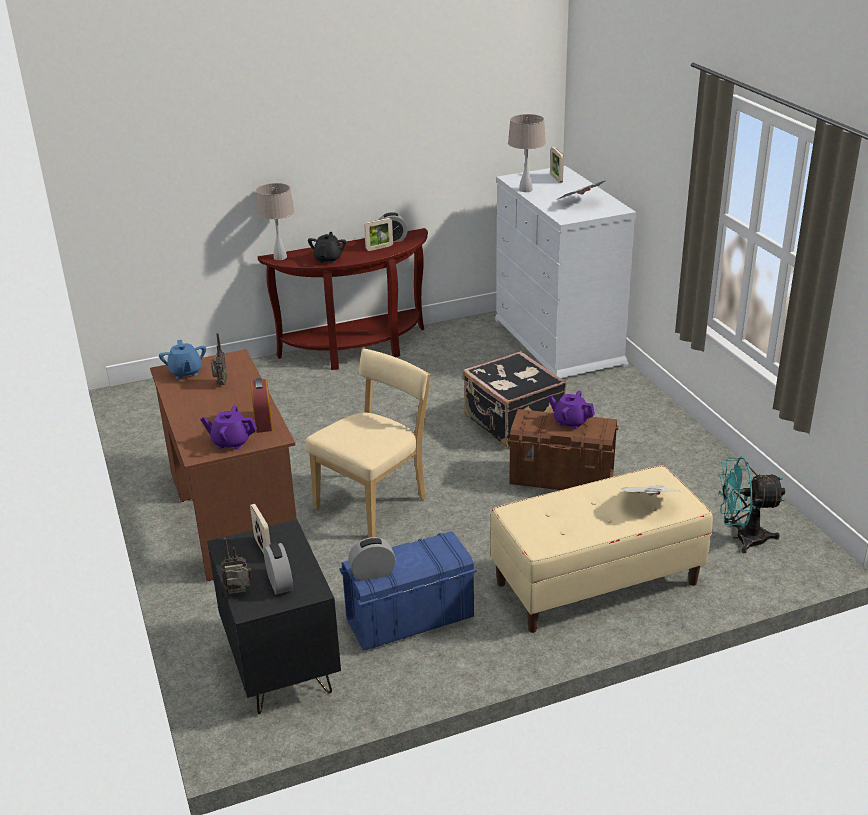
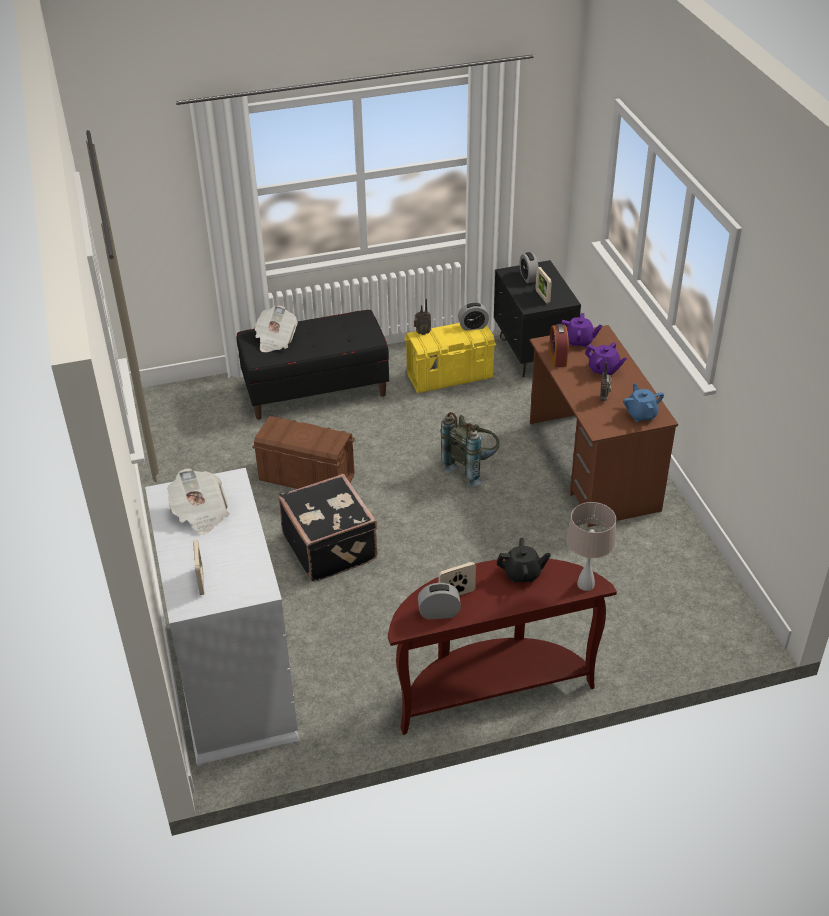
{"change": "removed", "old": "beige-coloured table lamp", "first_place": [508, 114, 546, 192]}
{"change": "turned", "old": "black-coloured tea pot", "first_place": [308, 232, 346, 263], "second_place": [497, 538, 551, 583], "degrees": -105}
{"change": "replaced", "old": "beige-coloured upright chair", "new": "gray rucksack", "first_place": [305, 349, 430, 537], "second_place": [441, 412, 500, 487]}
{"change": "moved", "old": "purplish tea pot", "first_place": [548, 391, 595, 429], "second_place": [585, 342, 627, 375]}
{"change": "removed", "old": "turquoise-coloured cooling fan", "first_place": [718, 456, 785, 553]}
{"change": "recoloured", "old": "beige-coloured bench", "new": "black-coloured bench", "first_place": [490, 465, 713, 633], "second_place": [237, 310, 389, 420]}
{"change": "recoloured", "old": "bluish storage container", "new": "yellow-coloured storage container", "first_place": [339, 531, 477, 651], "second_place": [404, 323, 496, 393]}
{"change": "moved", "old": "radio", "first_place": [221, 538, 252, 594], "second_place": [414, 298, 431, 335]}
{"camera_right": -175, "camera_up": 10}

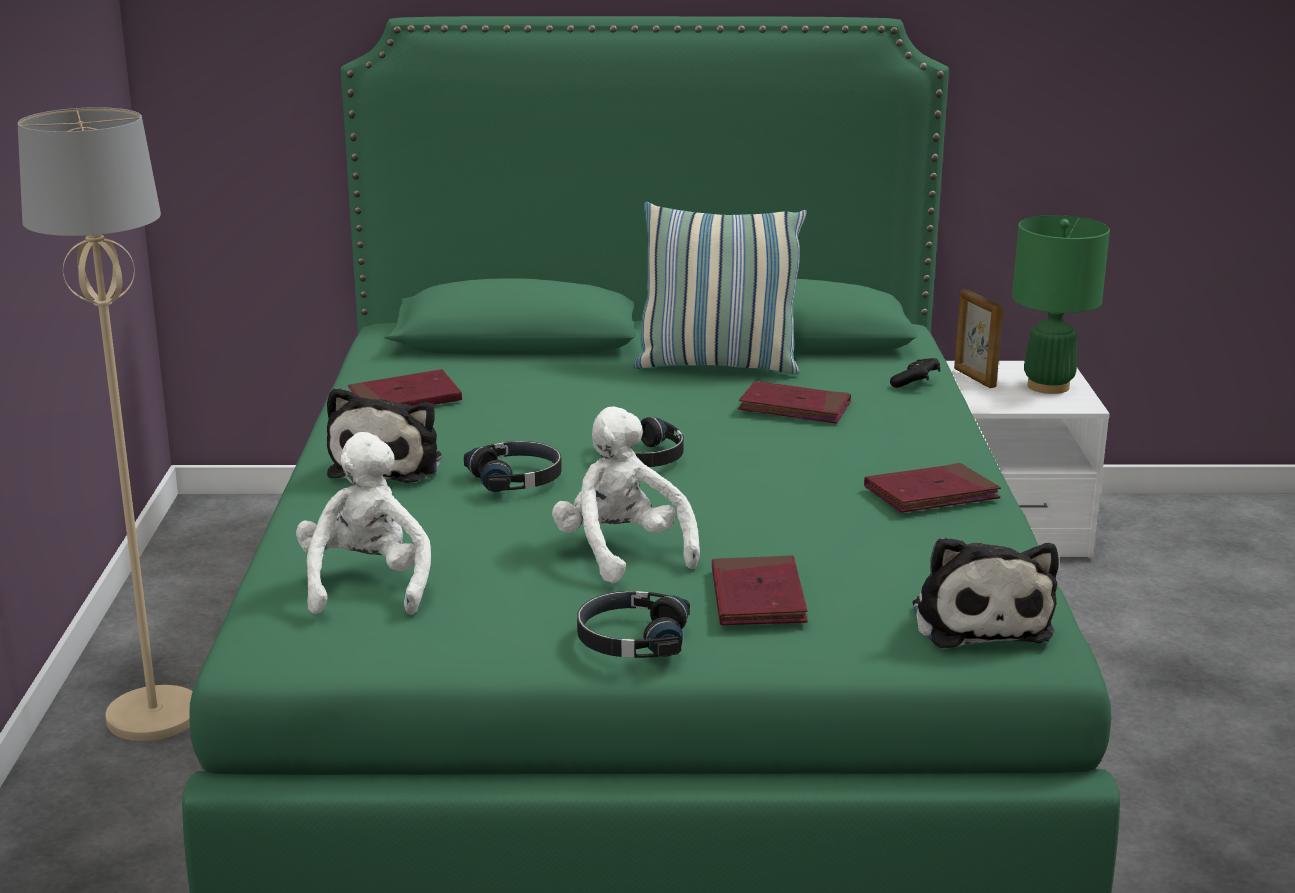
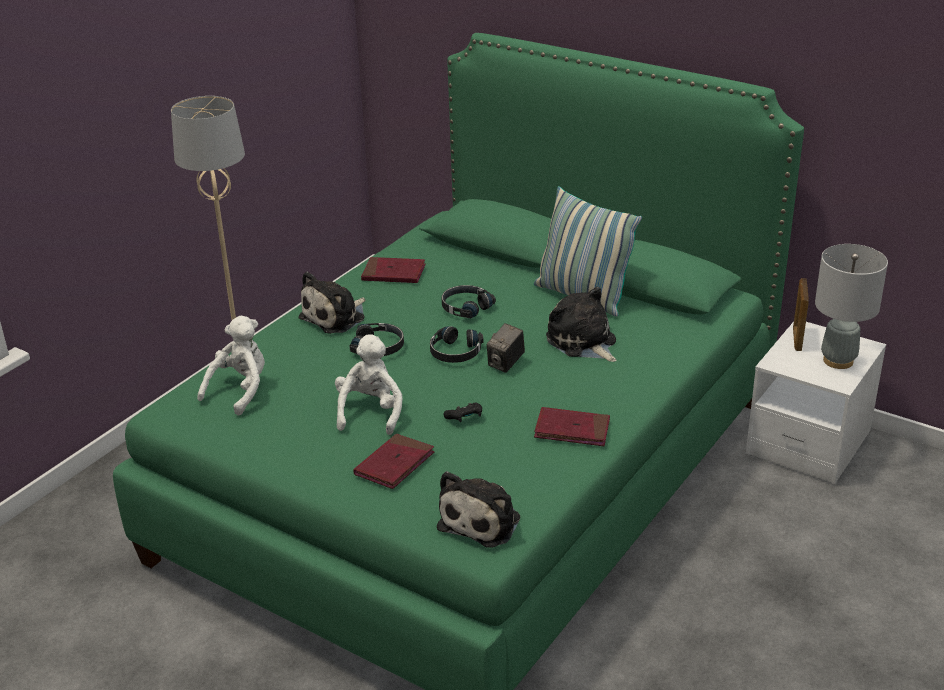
{"change": "recoloured", "old": "greenish table lamp", "new": "gray table lamp", "first_place": [1012, 215, 1110, 394], "second_place": [815, 244, 888, 369]}
{"change": "moved", "old": "black-coloured joypad", "first_place": [890, 358, 940, 388], "second_place": [444, 403, 482, 422]}
{"change": "replaced", "old": "reddish bound book", "new": "cuddly toy", "first_place": [738, 381, 851, 424], "second_place": [546, 287, 616, 362]}
{"change": "moved", "old": "black-coloured headphones", "first_place": [577, 591, 690, 658], "second_place": [442, 285, 496, 318]}
{"change": "added", "new": "photo camera", "second_place": [487, 323, 525, 373]}
{"camera_right": 35, "camera_up": 10}

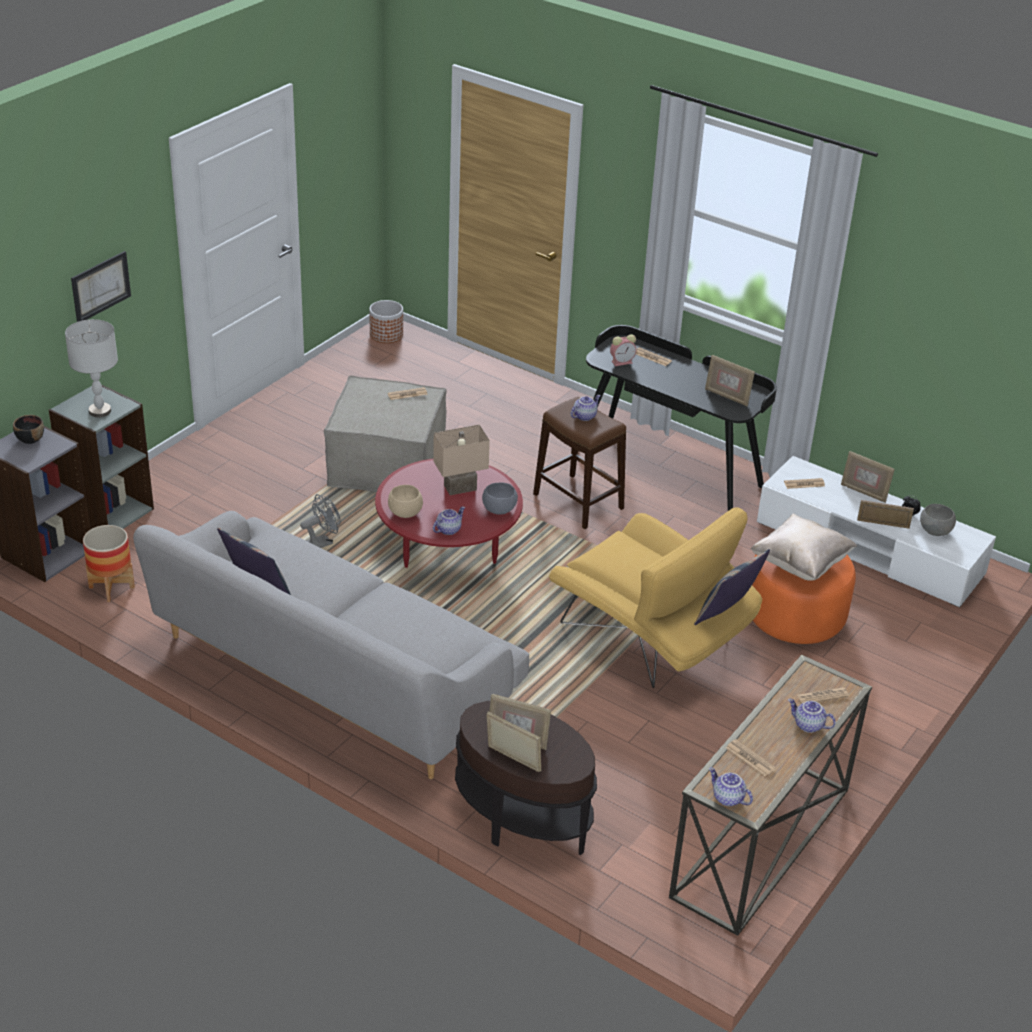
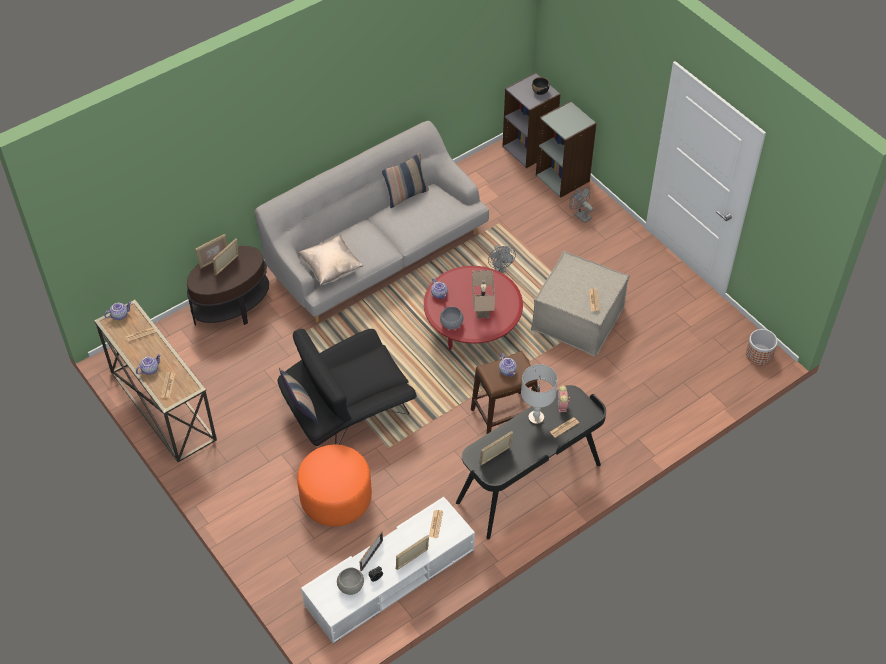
{"change": "removed", "old": "wall picture", "first_place": [71, 251, 131, 322]}
{"change": "moved", "old": "gray table lamp", "first_place": [65, 319, 118, 417], "second_place": [521, 364, 558, 425]}
{"change": "removed", "old": "beige-coloured deep dish", "first_place": [388, 485, 423, 518]}
{"change": "recoloured", "old": "yellow-coloured armchair", "new": "black-coloured armchair", "first_place": [549, 507, 762, 688], "second_place": [277, 329, 417, 446]}
{"change": "moved", "old": "beige-coloured pillow", "first_place": [751, 513, 857, 581], "second_place": [298, 235, 364, 285]}
{"change": "removed", "old": "plant pot", "first_place": [83, 525, 135, 602]}
{"change": "added", "new": "gray cooling fan", "second_place": [570, 188, 593, 223]}
{"camera_right": 110, "camera_up": 15}

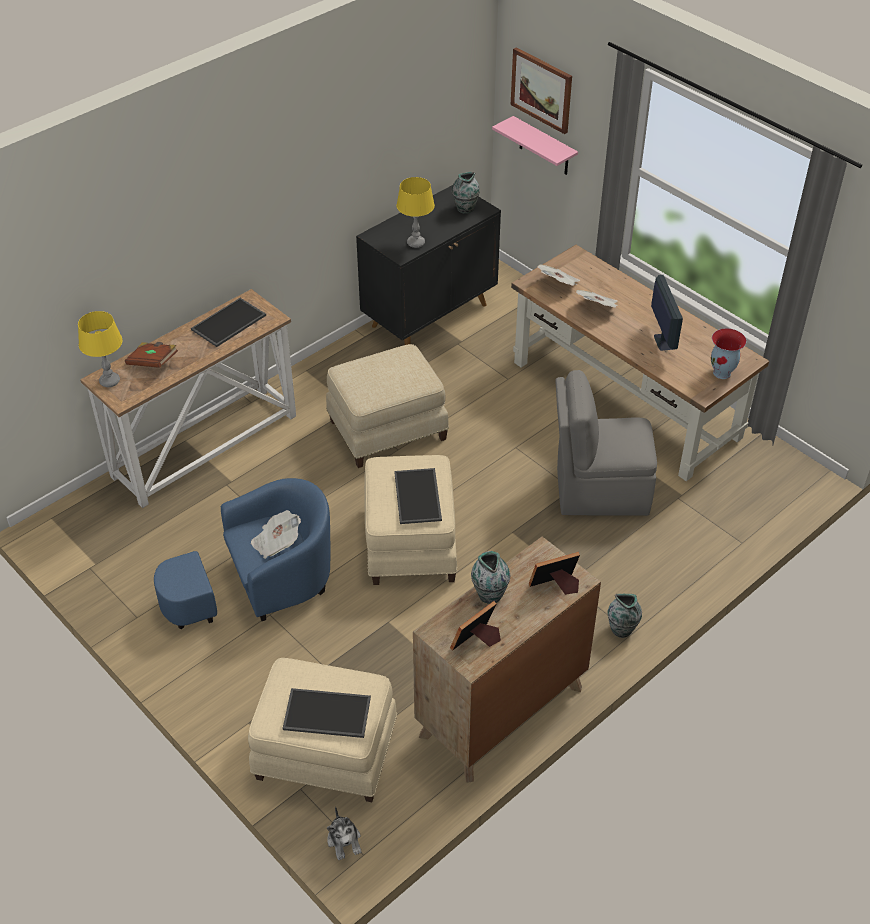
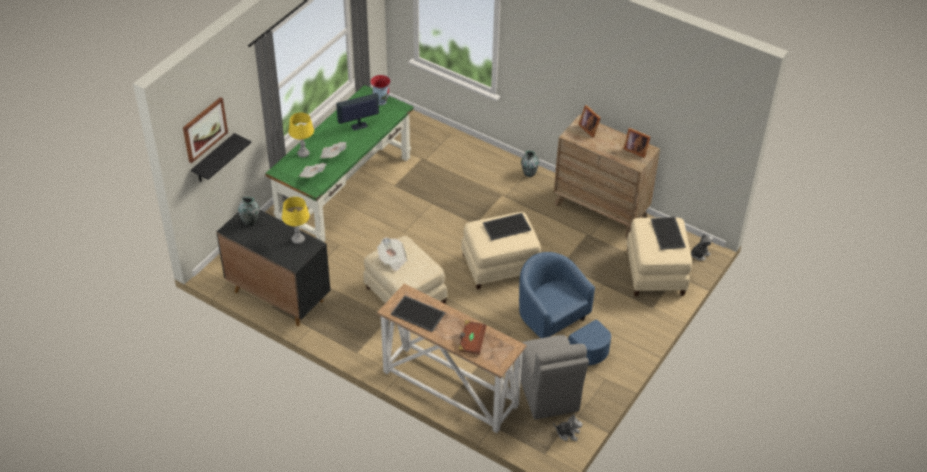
{"change": "recoloured", "old": "pinkish shelf", "new": "black-coloured shelf", "first_place": [492, 116, 578, 175], "second_place": [191, 133, 251, 182]}
{"change": "recoloured", "old": "brown-coloured desk", "new": "greenish desk", "first_place": [511, 245, 769, 481], "second_place": [265, 85, 413, 242]}
{"change": "moved", "old": "yellow-coloured table lamp", "first_place": [78, 311, 122, 387], "second_place": [288, 113, 314, 158]}
{"change": "moved", "old": "gray upright chair", "first_place": [555, 370, 657, 516], "second_place": [521, 335, 589, 419]}
{"change": "moved", "old": "daily paper", "first_place": [251, 510, 301, 559], "second_place": [377, 237, 408, 271]}
{"change": "removed", "old": "flower vase", "first_place": [471, 551, 510, 604]}
{"change": "added", "new": "cuddly toy", "second_place": [553, 414, 583, 441]}
{"camera_right": -105, "camera_up": 0}

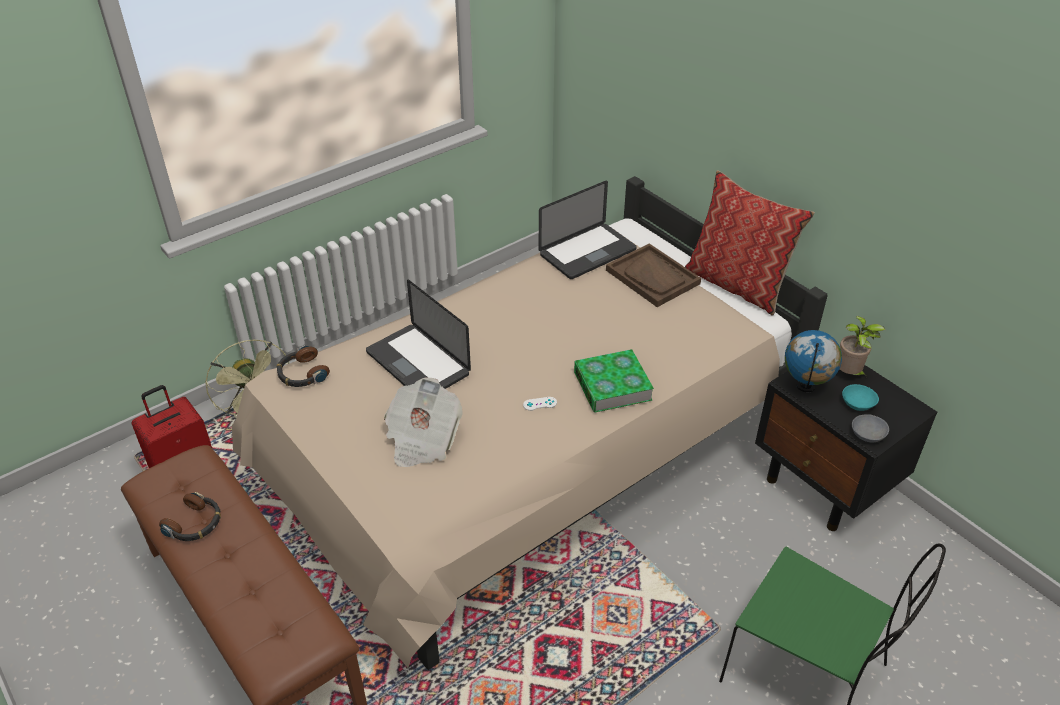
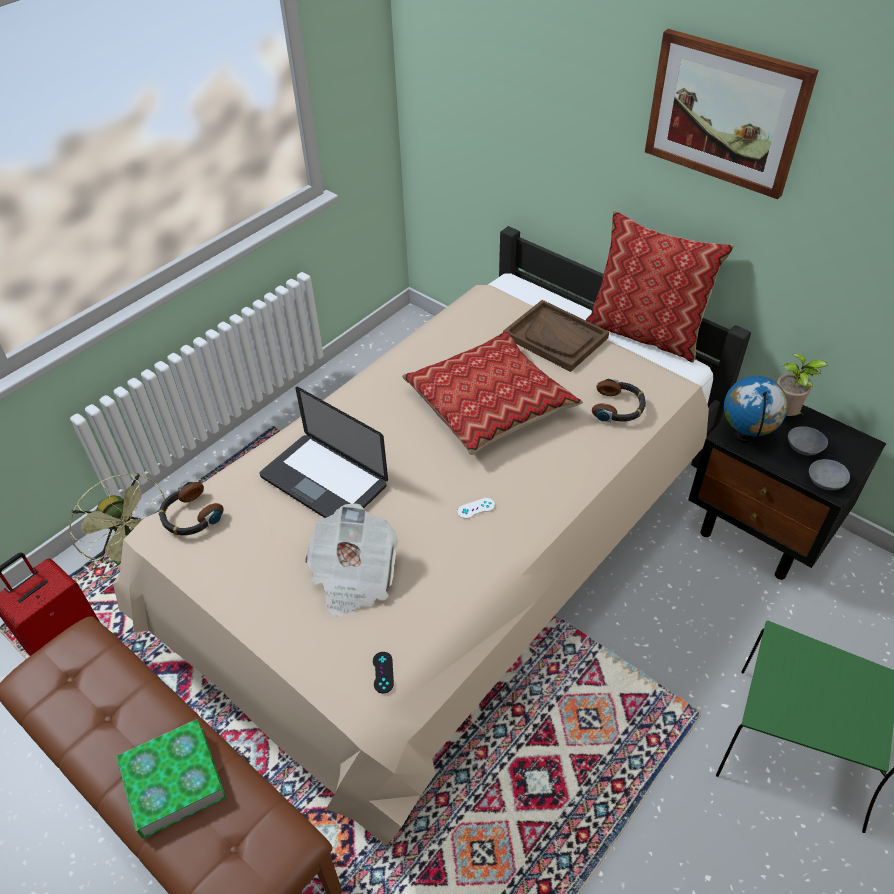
{"change": "removed", "old": "portable computer", "first_place": [539, 181, 637, 279]}
{"change": "moved", "old": "bound book", "first_place": [574, 349, 654, 413], "second_place": [116, 719, 226, 839]}
{"change": "recoloured", "old": "turquoise-coloured deep dish", "new": "gray deep dish", "first_place": [842, 384, 879, 411], "second_place": [788, 426, 828, 456]}
{"change": "moved", "old": "headphones", "first_place": [159, 492, 221, 541], "second_place": [592, 378, 646, 422]}
{"change": "added", "new": "wall picture", "second_place": [645, 29, 818, 199]}
{"change": "added", "new": "pillow", "second_place": [402, 331, 583, 455]}
{"change": "added", "new": "black-coloured joypad", "second_place": [373, 652, 394, 694]}
{"camera_right": -10, "camera_up": 5}

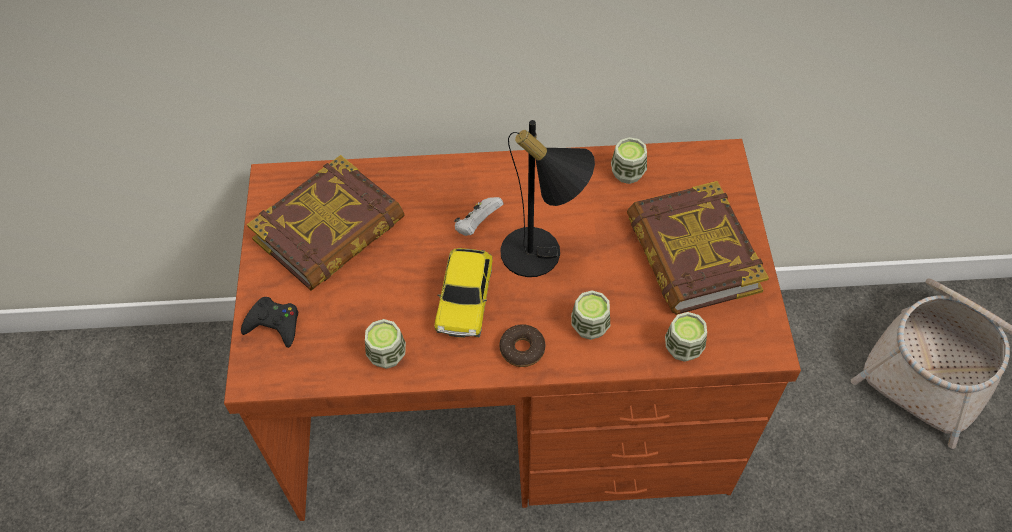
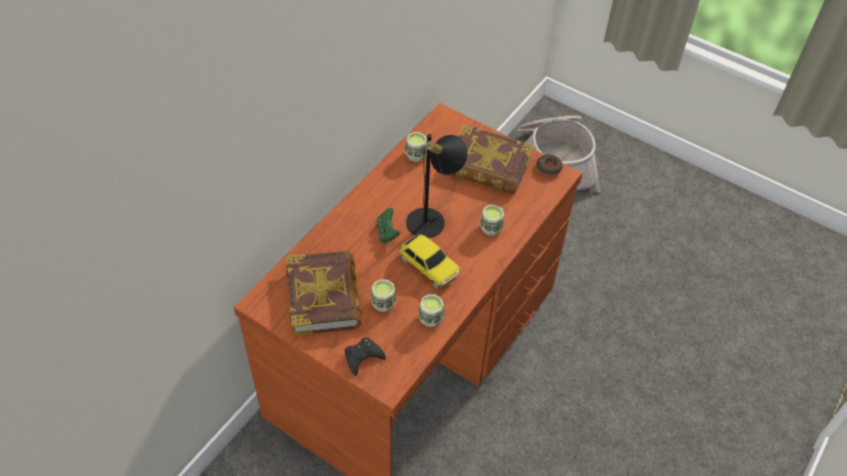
{"change": "recoloured", "old": "white joypad", "new": "greenish joypad", "first_place": [454, 197, 504, 236], "second_place": [376, 208, 400, 243]}
{"change": "moved", "old": "small cup", "first_place": [665, 312, 707, 362], "second_place": [370, 279, 397, 312]}
{"change": "moved", "old": "doughnut", "first_place": [500, 324, 545, 367], "second_place": [536, 154, 563, 176]}
{"camera_right": -55, "camera_up": -5}

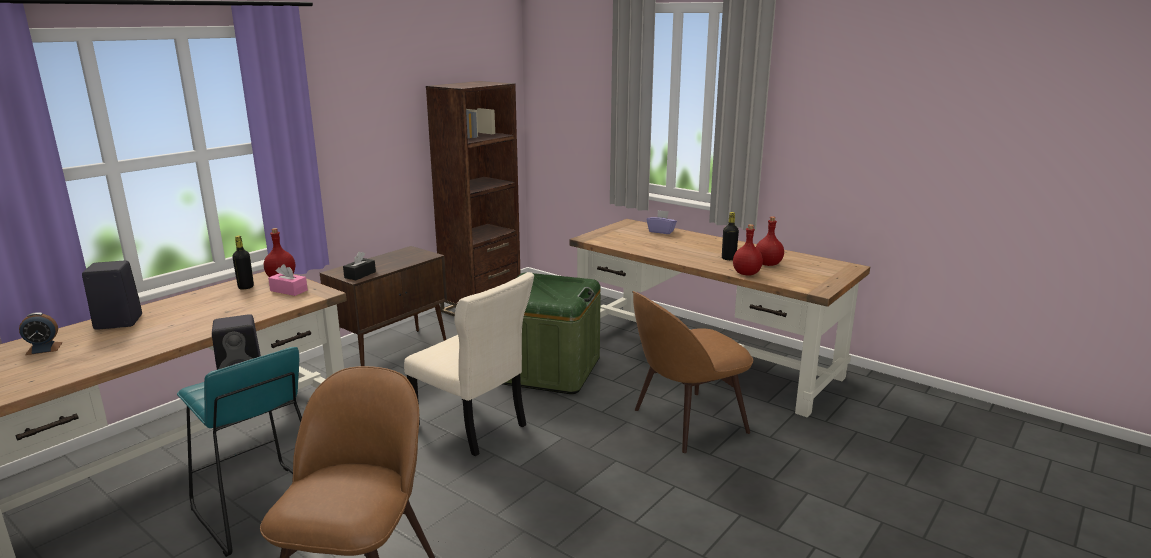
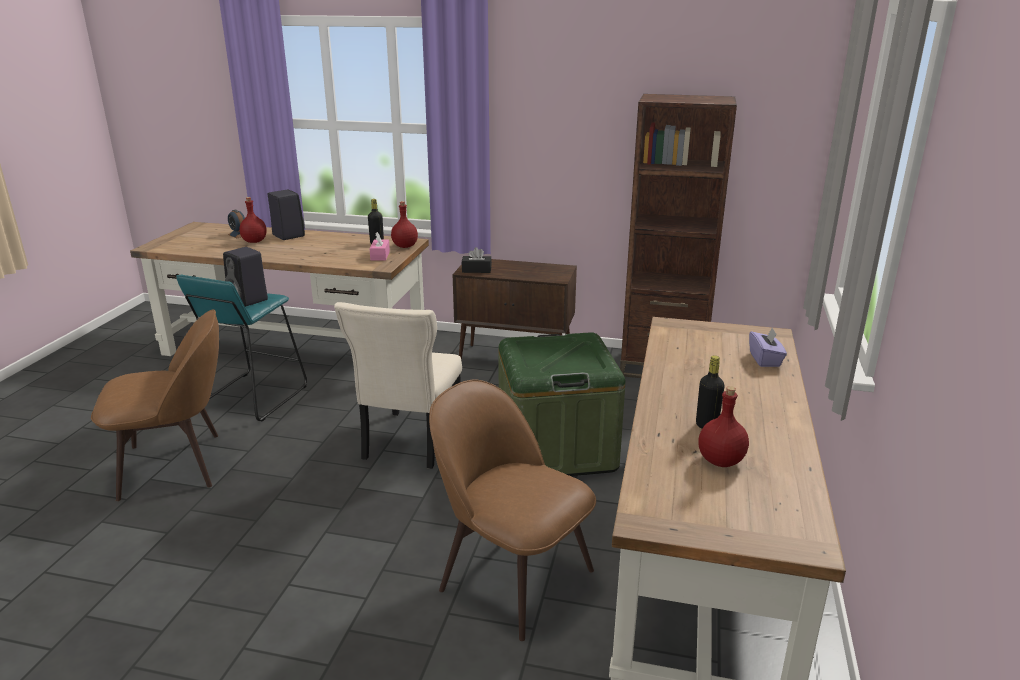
{"change": "moved", "old": "reddish bottle", "first_place": [733, 224, 763, 276], "second_place": [239, 197, 267, 243]}
{"camera_right": 65, "camera_up": 5}

